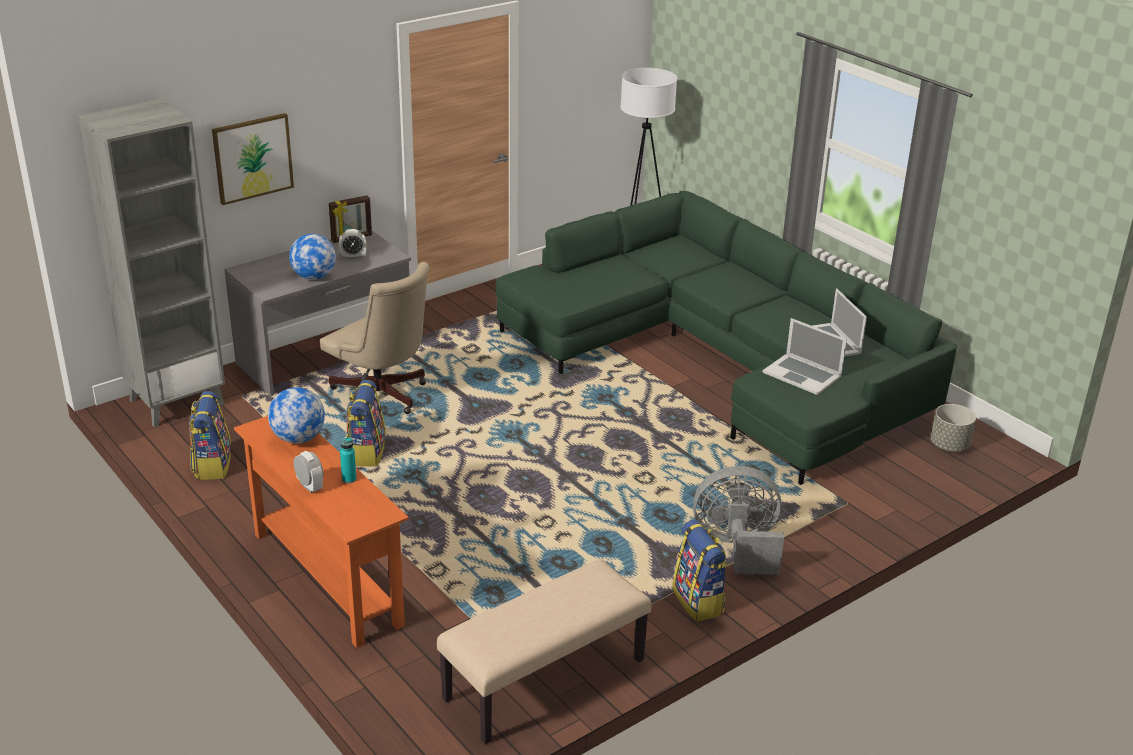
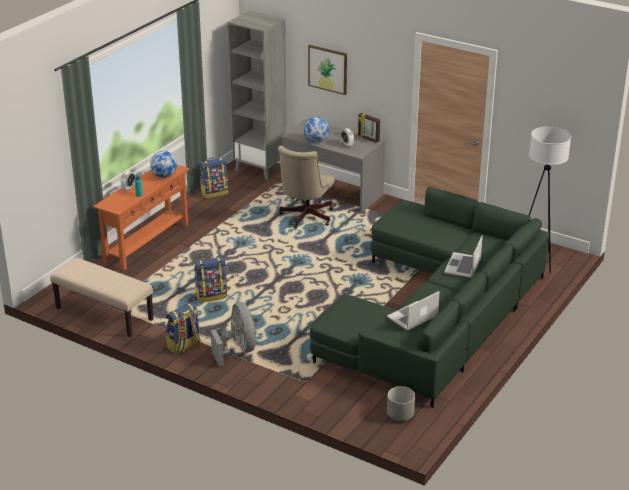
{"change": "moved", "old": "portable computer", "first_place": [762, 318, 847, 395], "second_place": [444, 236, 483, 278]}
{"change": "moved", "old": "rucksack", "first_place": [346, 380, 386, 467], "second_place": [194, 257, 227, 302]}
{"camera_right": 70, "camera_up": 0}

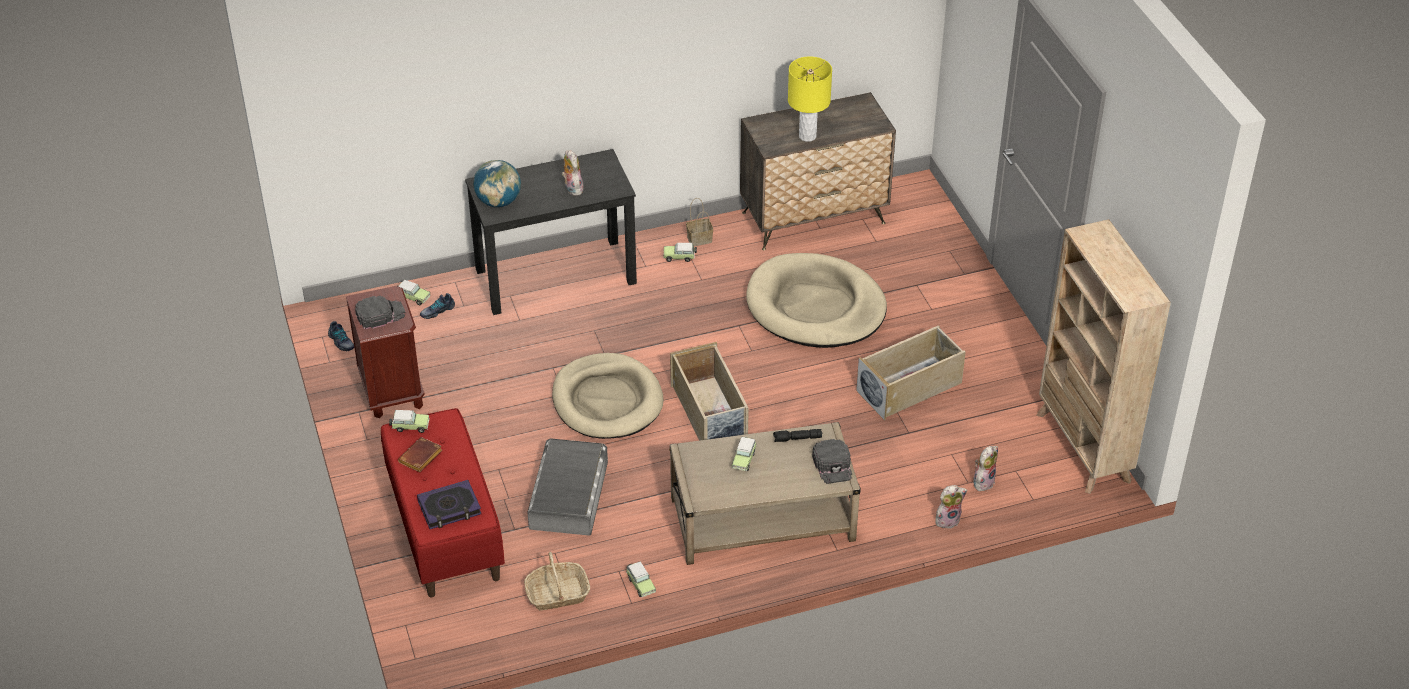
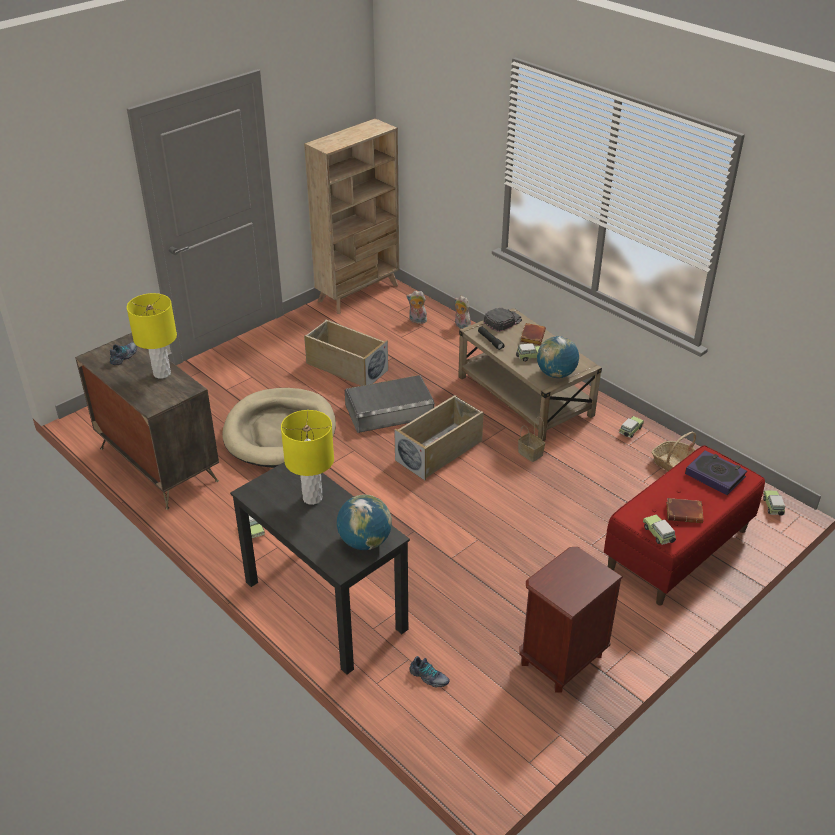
{"change": "replaced", "old": "cuddly toy", "new": "yellow-coloured table lamp", "first_place": [562, 150, 583, 196], "second_place": [281, 410, 334, 505]}
{"change": "moved", "old": "basket", "first_place": [686, 198, 713, 246], "second_place": [518, 417, 545, 462]}
{"change": "moved", "old": "toy car", "first_place": [398, 280, 431, 305], "second_place": [763, 490, 785, 516]}
{"change": "removed", "old": "black-coloured cap", "first_place": [355, 296, 406, 329]}
{"change": "moved", "old": "item of footwear", "first_place": [328, 321, 354, 351], "second_place": [110, 342, 137, 365]}
{"change": "removed", "old": "beige-coloured dog bed", "first_place": [552, 353, 664, 439]}
{"change": "moved", "old": "gray storage container", "first_place": [527, 438, 608, 536], "second_place": [345, 375, 434, 433]}
{"change": "added", "new": "brown-coloured bound book", "second_place": [520, 323, 546, 345]}
{"change": "added", "new": "desk globe", "second_place": [537, 336, 579, 378]}
{"camera_right": -115, "camera_up": -5}

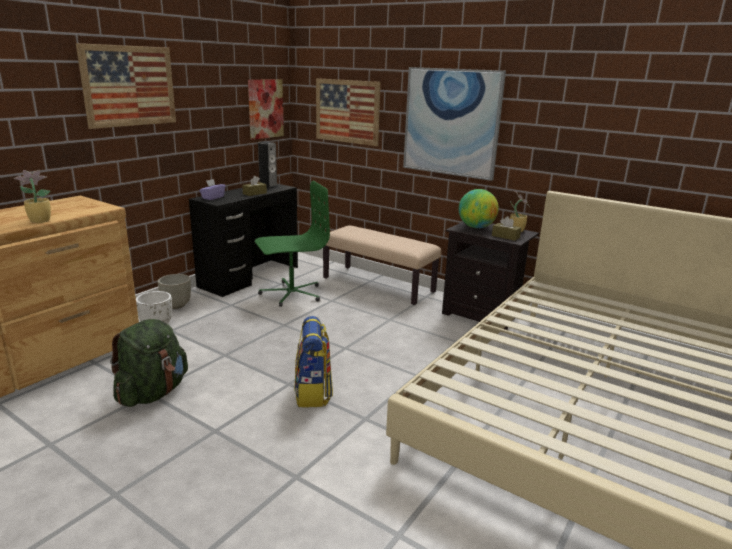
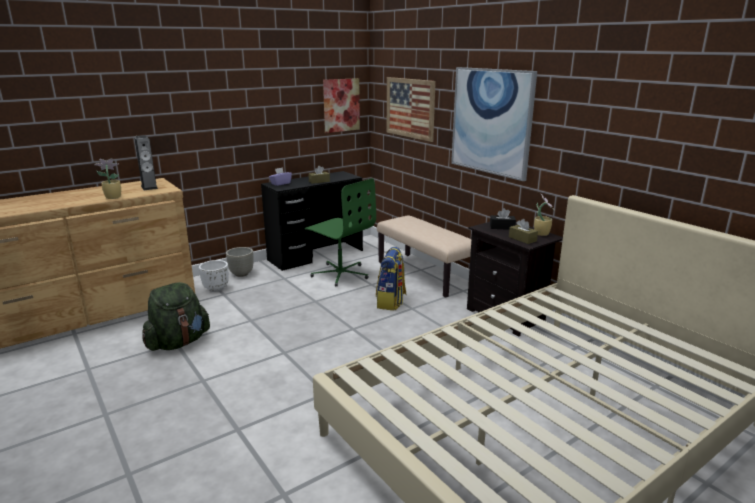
{"change": "removed", "old": "wall picture", "first_place": [76, 43, 176, 129]}
{"change": "moved", "old": "loudspeaker", "first_place": [258, 141, 278, 189], "second_place": [134, 135, 158, 190]}
{"change": "turned", "old": "greenish office chair", "first_place": [255, 181, 330, 307], "second_place": [305, 178, 376, 287], "degrees": 45}
{"change": "replaced", "old": "desk globe", "new": "black-coloured box of tissues", "first_place": [459, 189, 499, 228], "second_place": [490, 208, 516, 230]}
{"change": "moved", "old": "rucksack", "first_place": [295, 316, 333, 407], "second_place": [376, 247, 406, 310]}
{"camera_right": 20, "camera_up": 0}

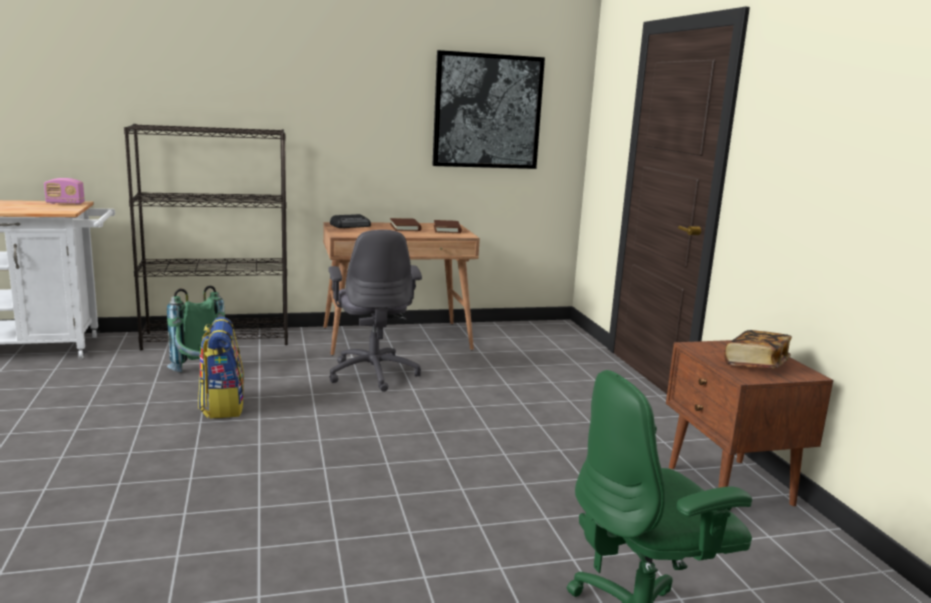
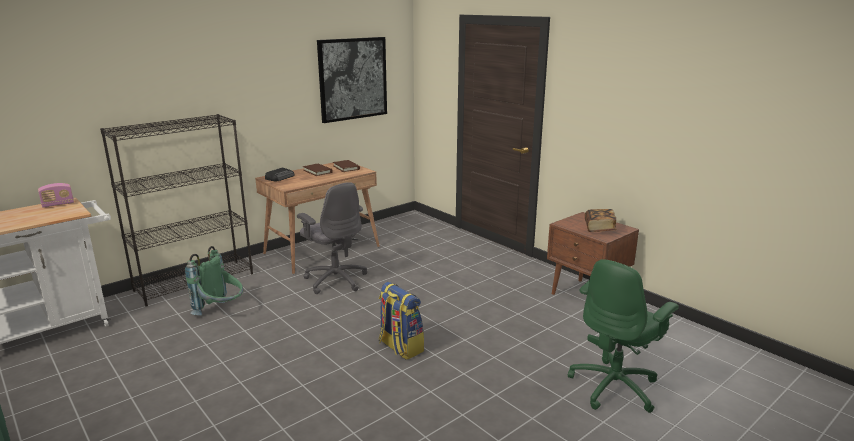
{"change": "moved", "old": "rucksack", "first_place": [198, 317, 244, 418], "second_place": [379, 282, 424, 360]}
{"camera_right": -25, "camera_up": 5}

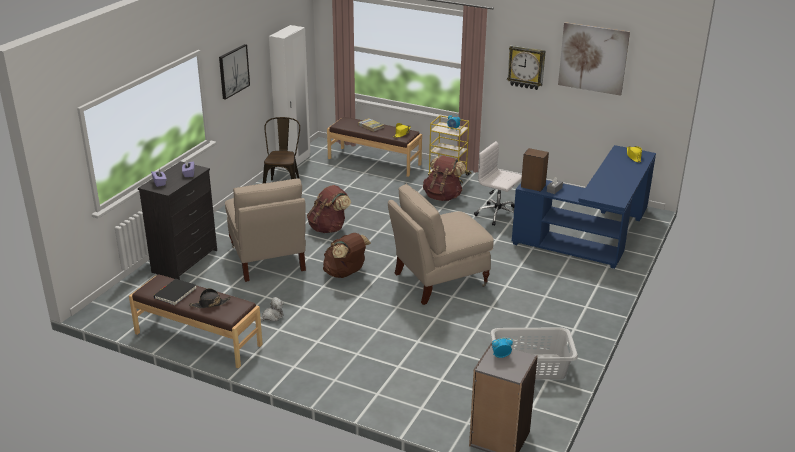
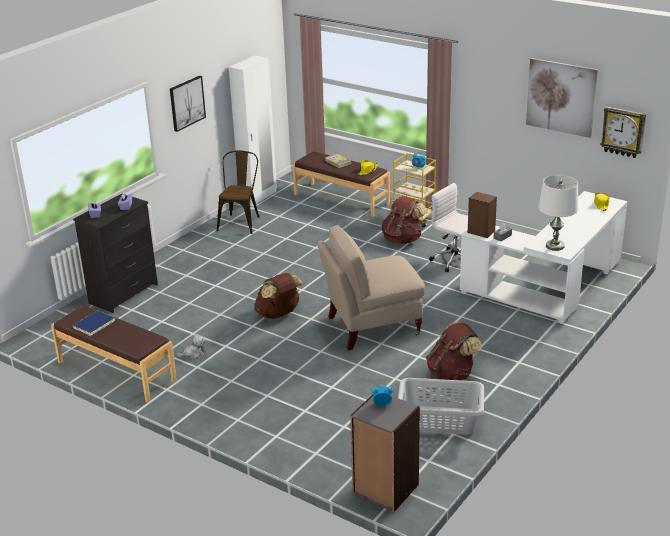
{"change": "moved", "old": "hanging clock", "first_place": [507, 45, 546, 90], "second_place": [600, 106, 646, 158]}
{"change": "recoloured", "old": "bluish desk", "new": "white desk", "first_place": [512, 145, 656, 269], "second_place": [460, 191, 628, 324]}
{"change": "removed", "old": "beige-coloured upright chair", "first_place": [225, 178, 306, 282]}
{"change": "moved", "old": "brown-coloured rucksack", "first_place": [307, 185, 351, 233], "second_place": [426, 322, 482, 380]}
{"change": "recoloured", "old": "black-coloured bound book", "new": "bluish bound book", "first_place": [154, 279, 196, 305], "second_place": [72, 310, 115, 336]}
{"change": "removed", "old": "black-coloured hat", "first_place": [189, 288, 231, 308]}
{"change": "added", "new": "white table lamp", "second_place": [539, 175, 578, 251]}
{"camera_right": 10, "camera_up": 0}

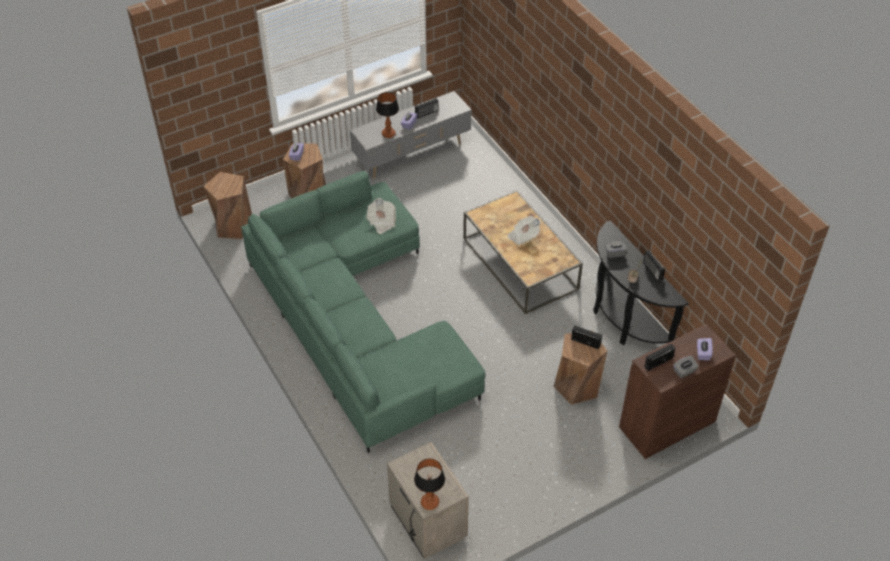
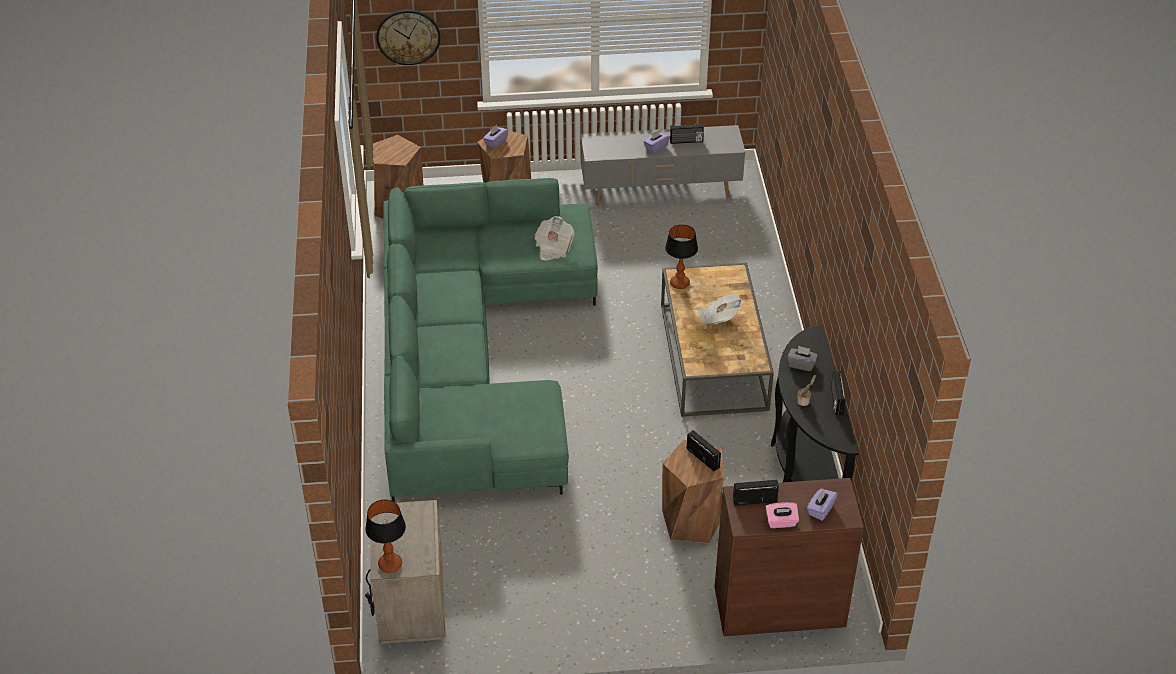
{"change": "moved", "old": "table lamp", "first_place": [376, 92, 399, 138], "second_place": [665, 224, 698, 289]}
{"change": "recoloured", "old": "gray box of tissues", "new": "pinkish box of tissues", "first_place": [673, 355, 699, 378], "second_place": [765, 502, 799, 528]}
{"change": "added", "new": "hanging clock", "second_place": [376, 9, 440, 65]}
{"camera_right": 25, "camera_up": -5}

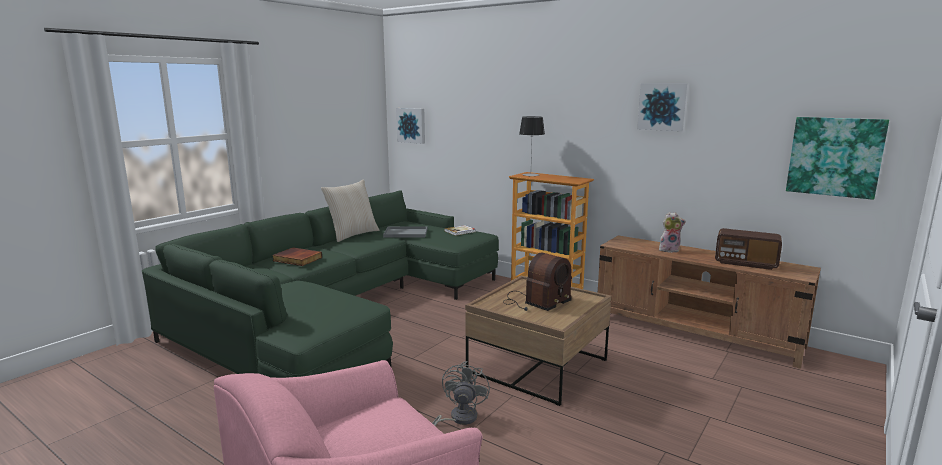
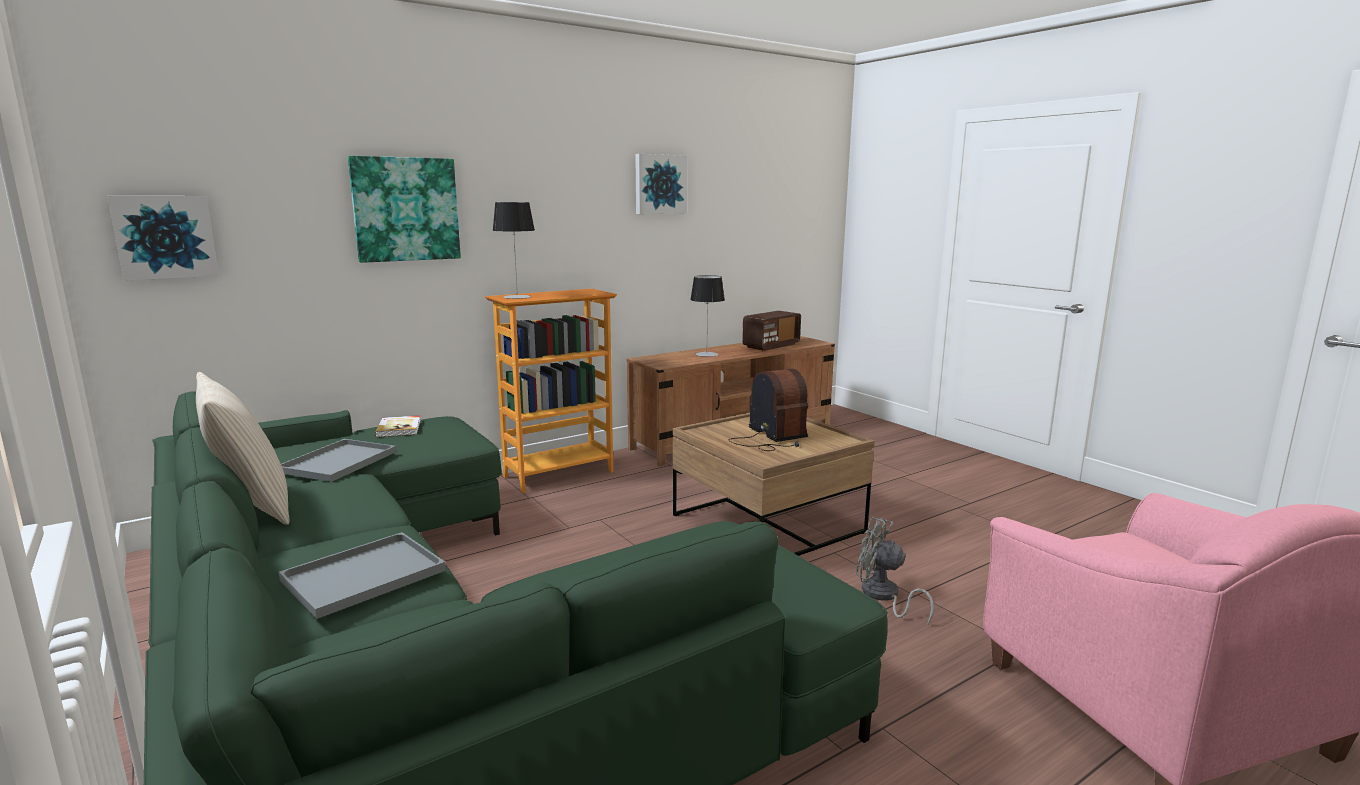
{"change": "moved", "old": "wall picture", "first_place": [786, 117, 889, 200], "second_place": [348, 156, 461, 263]}
{"change": "replaced", "old": "cuddly toy", "new": "table lamp", "first_place": [659, 212, 686, 253], "second_place": [690, 275, 725, 357]}
{"change": "replaced", "old": "bound book", "new": "gray tray", "first_place": [272, 247, 322, 266], "second_place": [279, 532, 446, 619]}
{"camera_right": -70, "camera_up": 0}

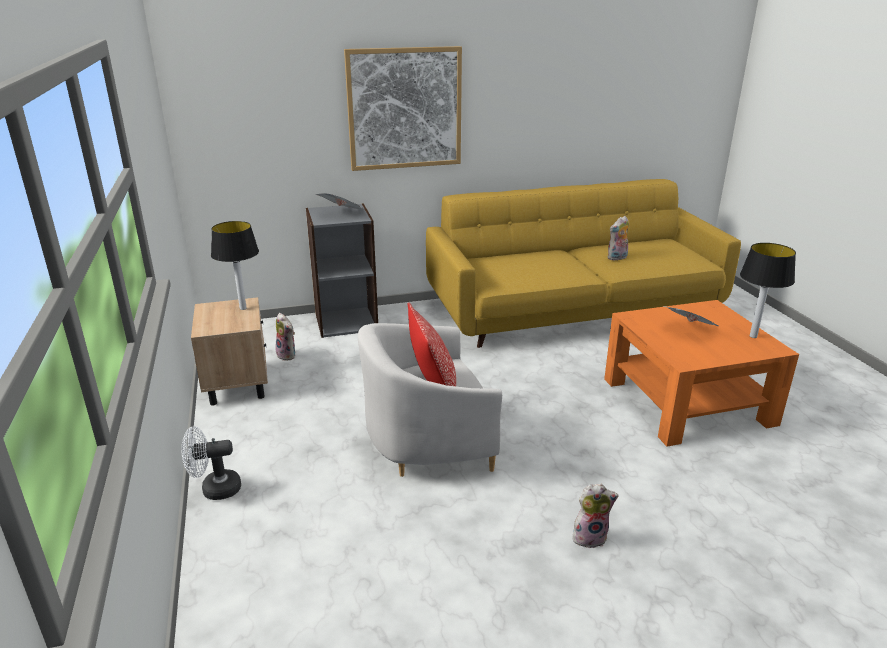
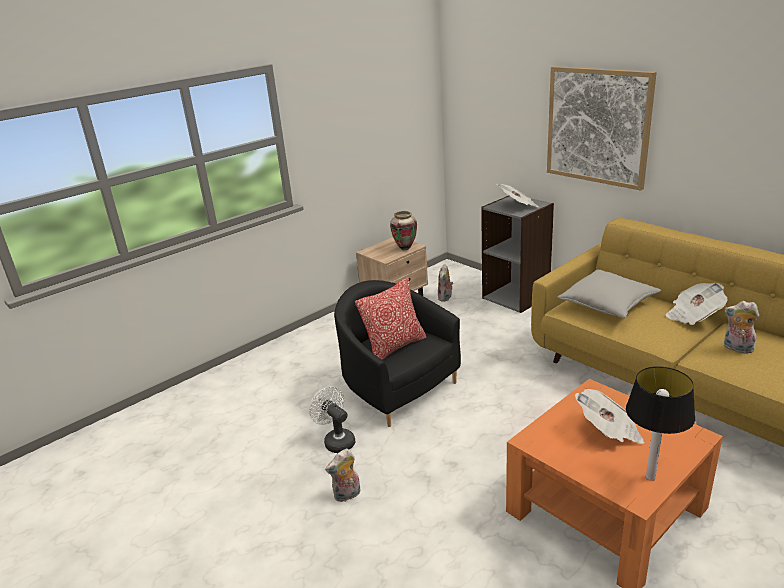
{"change": "replaced", "old": "table lamp", "new": "flower vase", "first_place": [211, 221, 259, 310], "second_place": [390, 211, 417, 250]}
{"change": "recoloured", "old": "white armchair", "new": "black-coloured armchair", "first_place": [358, 323, 502, 477], "second_place": [334, 280, 461, 427]}
{"change": "moved", "old": "white cooling fan", "first_place": [182, 426, 241, 500], "second_place": [309, 387, 355, 453]}
{"change": "turned", "old": "cuddly toy", "first_place": [572, 484, 619, 548], "second_place": [325, 449, 361, 502], "degrees": 90}
{"change": "added", "new": "gray pillow", "second_place": [558, 269, 661, 318]}
{"change": "added", "new": "daily paper", "second_place": [666, 283, 728, 325]}
{"camera_right": 65, "camera_up": 0}

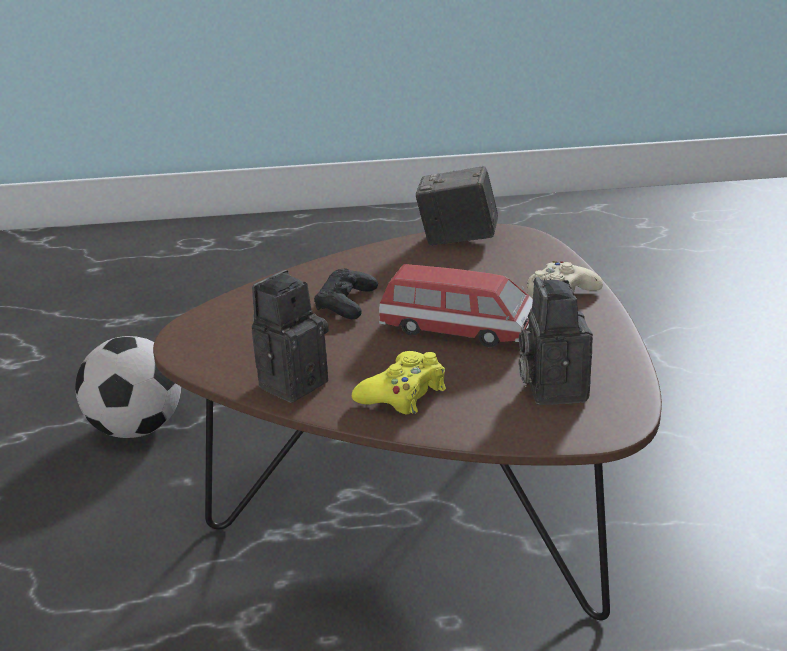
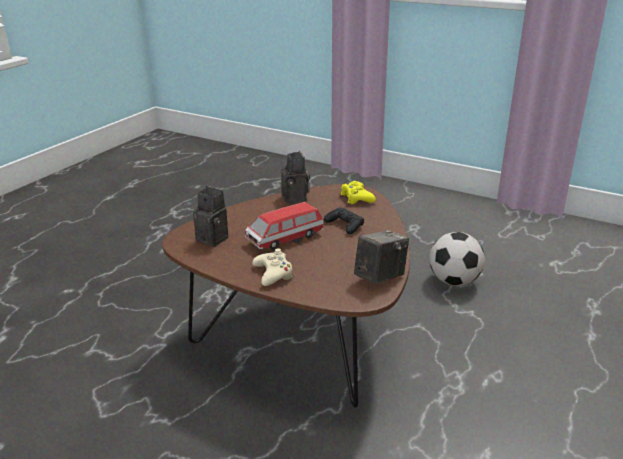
{"change": "moved", "old": "yellow-coloured joypad", "first_place": [352, 351, 446, 415], "second_place": [340, 181, 376, 204]}
{"camera_right": 125, "camera_up": 0}

